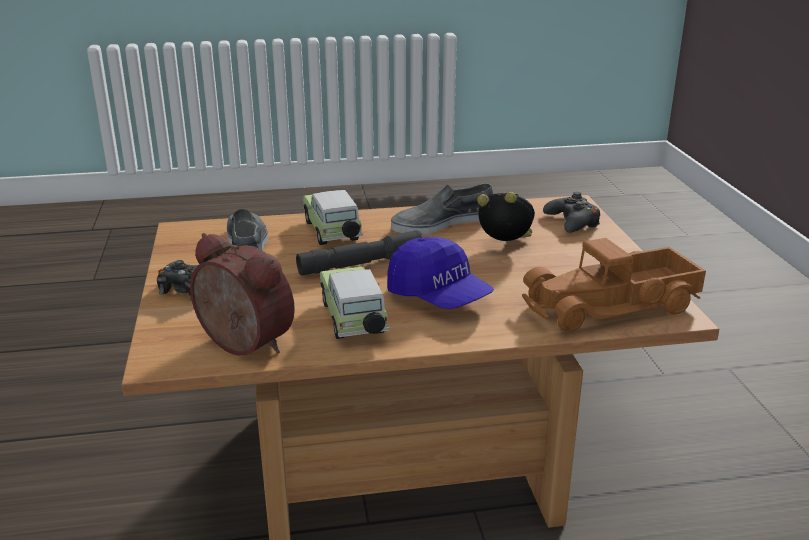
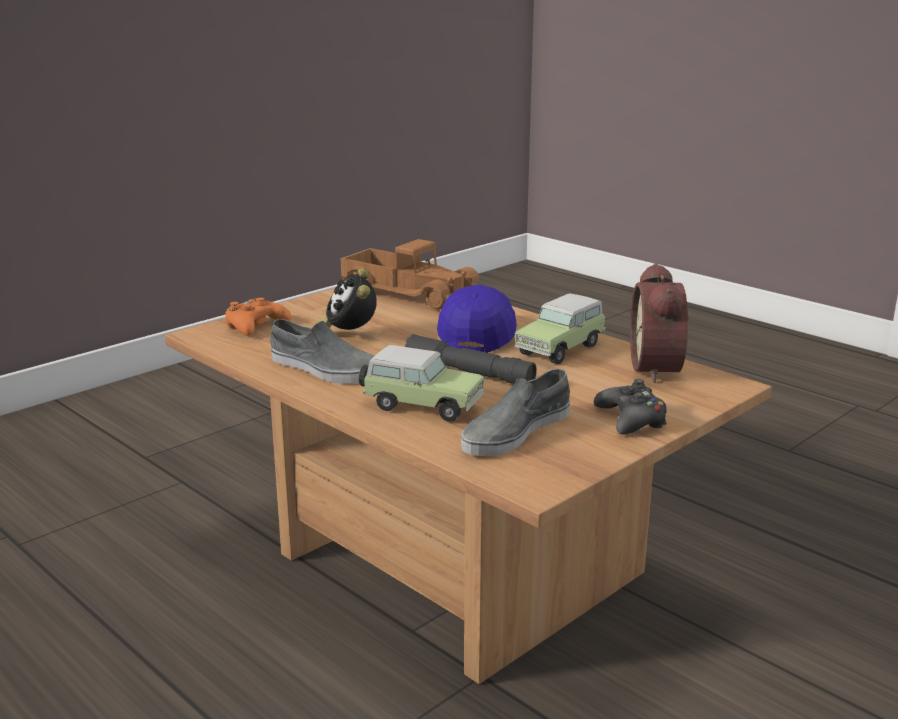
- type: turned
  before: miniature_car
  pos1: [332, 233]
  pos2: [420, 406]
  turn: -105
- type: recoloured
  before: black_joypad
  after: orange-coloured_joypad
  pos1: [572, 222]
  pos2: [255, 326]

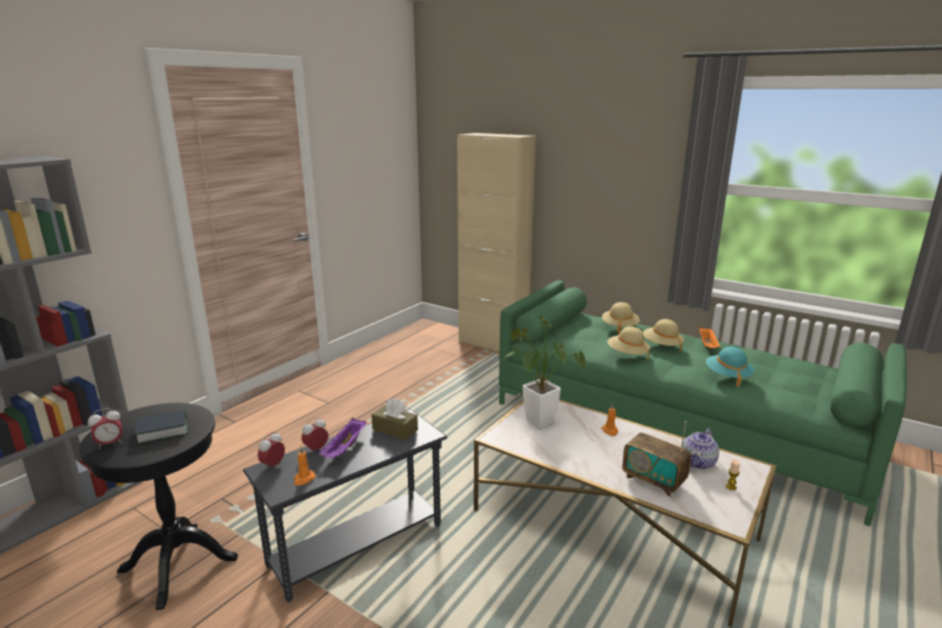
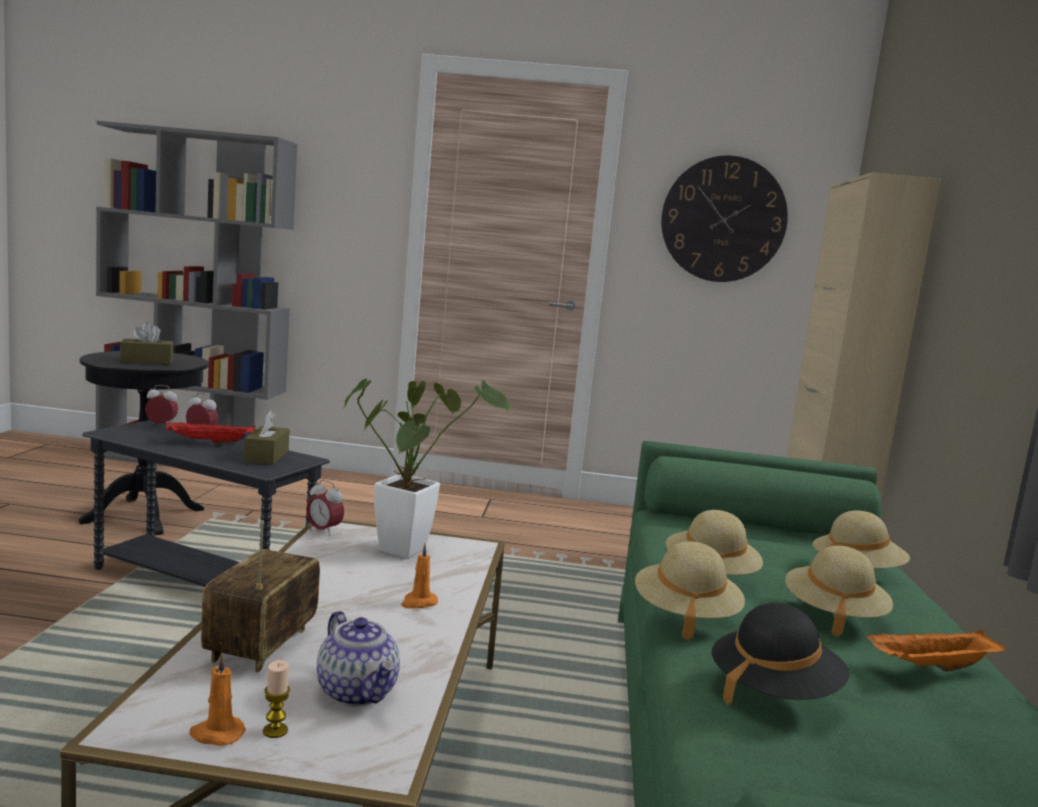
- type: recoloured
  before: blue-green_hat
  after: black_hat
  pos1: [727, 376]
  pos2: [773, 691]
- type: moved
  before: bedside_clock
  pos1: [110, 444]
  pos2: [323, 531]
- type: replaced
  before: volume
  after: brownish_tissue_holder
  pos1: [163, 431]
  pos2: [147, 361]
- type: recoloured
  before: purplish_tray
  after: red-coloured_tray
  pos1: [345, 449]
  pos2: [208, 443]
- type: turned
  before: teapot
  pos1: [698, 462]
  pos2: [358, 692]
  turn: -135
- type: moved
  before: orange-coloured_candle
  pos1: [303, 479]
  pos2: [216, 734]
- type: added
  after: wall_clock
  pos2: [723, 219]
- type: added
  after: beige-coloured_hat
  pos2: [684, 615]

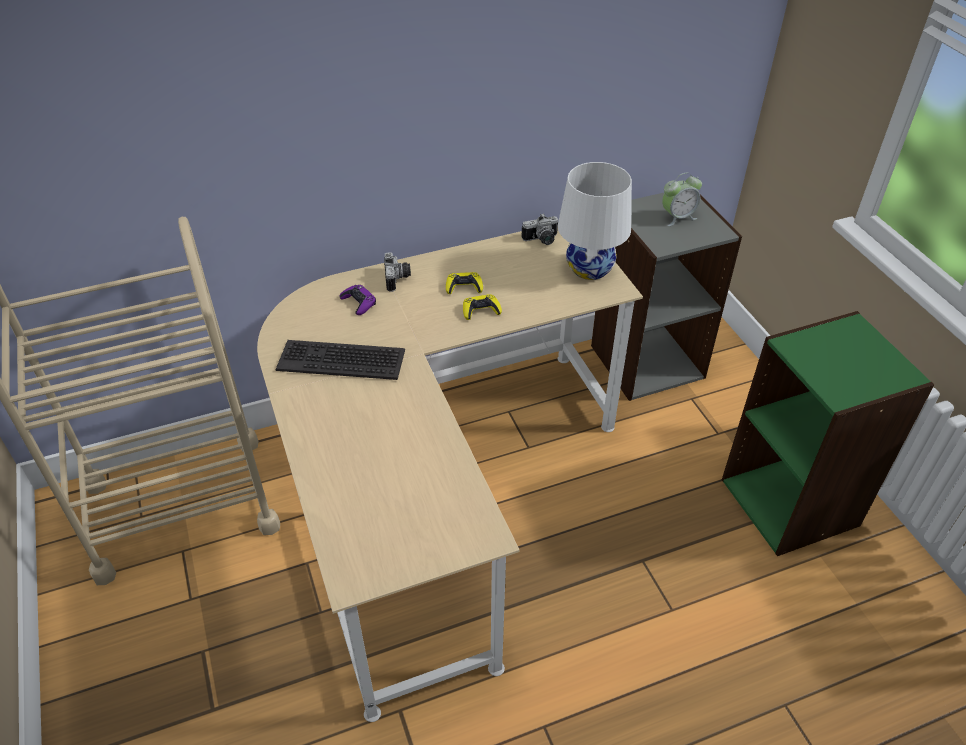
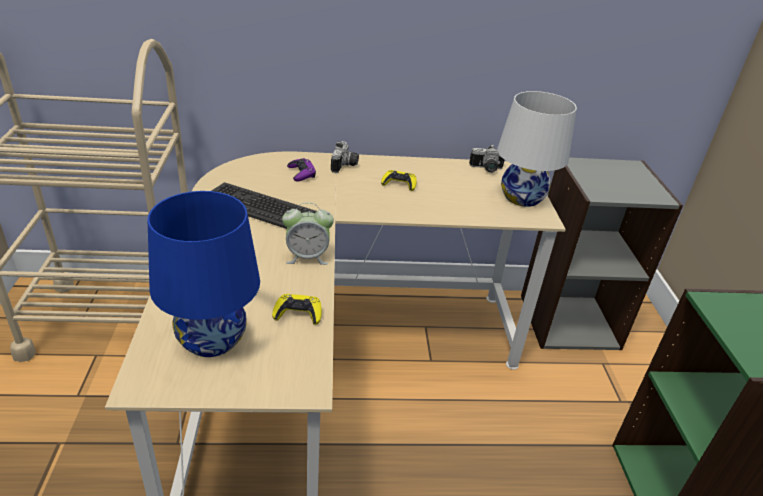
- type: moved
  before: bedside_clock
  pos1: [677, 217]
  pos2: [307, 257]
- type: moved
  before: yellow_joypad
  pos1: [481, 310]
  pos2: [298, 313]
- type: added
  after: bluish_table_lamp
  pos2: [211, 339]

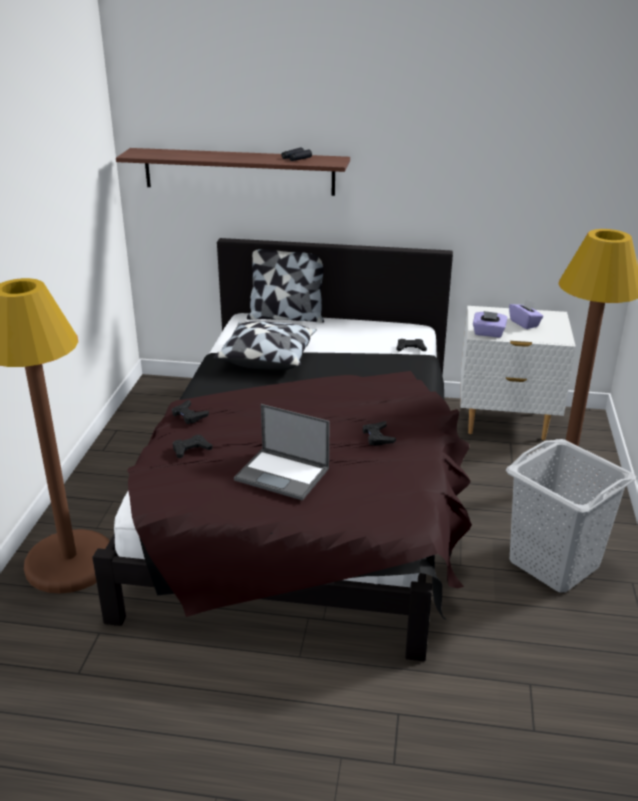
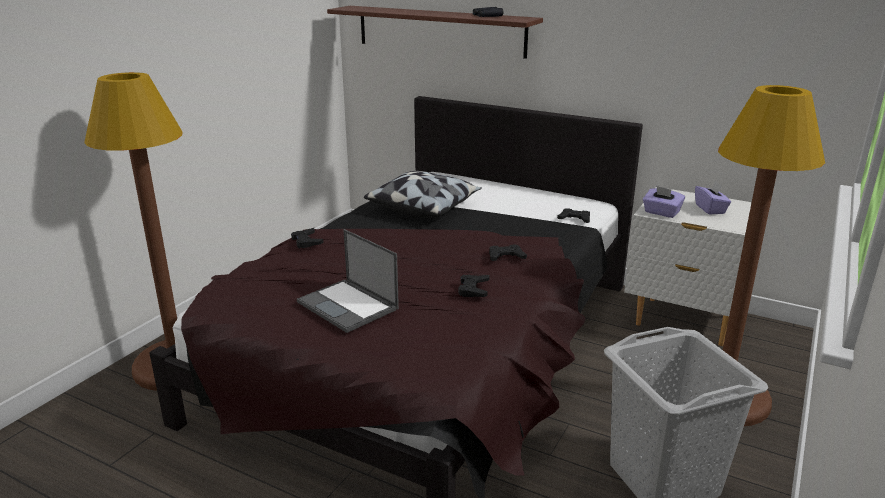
- type: removed
  before: cushion
  pos1: [286, 317]
- type: moved
  before: black_joypad
  pos1: [191, 449]
  pos2: [506, 257]

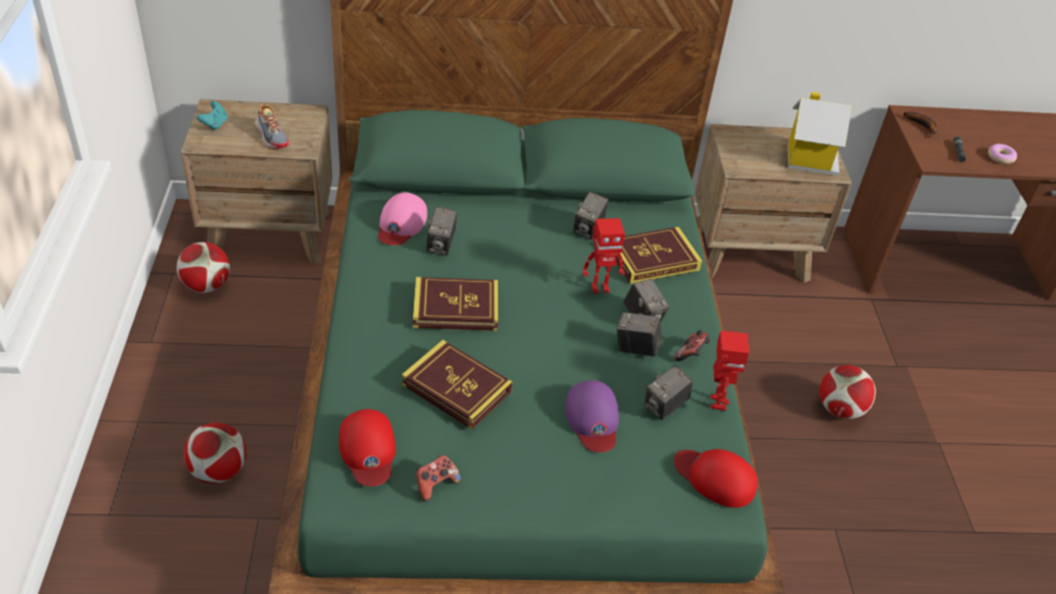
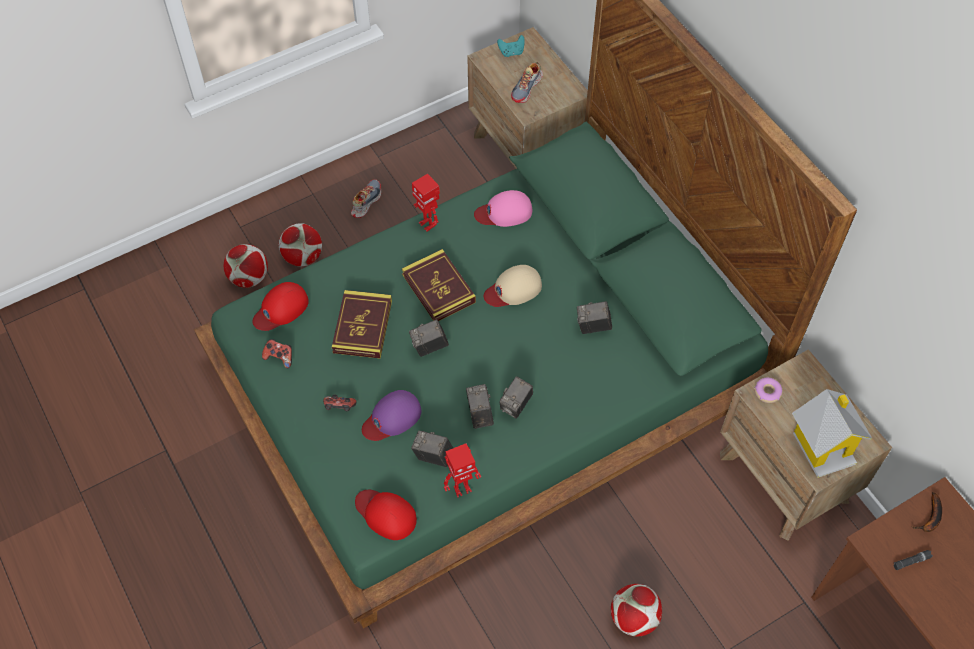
- type: moved
  before: donut
  pos1: [1000, 157]
  pos2: [767, 392]
- type: moved
  before: photo_camera
  pos1: [441, 245]
  pos2: [429, 347]
- type: moved
  before: toy_robot
  pos1: [600, 288]
  pos2: [427, 224]
- type: removed
  before: volume
  pos1: [653, 259]
- type: moved
  before: football_ball
  pos1: [206, 286]
  pos2: [249, 278]
- type: moved
  before: joypad
  pos1: [691, 354]
  pos2: [340, 408]
- type: turned
  before: red-coloured_peaked_cap
  pos1: [715, 478]
  pos2: [386, 514]
  turn: -60
- type: added
  after: low_shoe
  pos2: [366, 201]
- type: added
  after: beige-coloured_peaked_cap
  pos2: [513, 289]

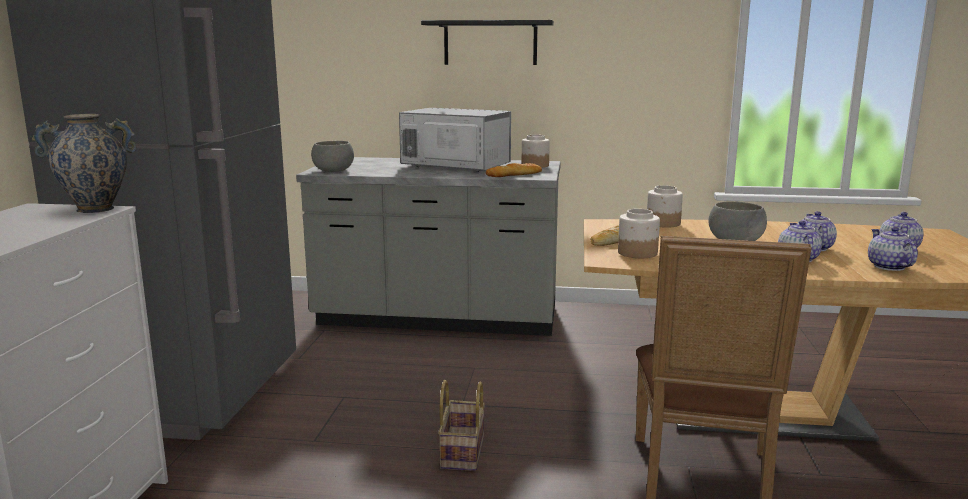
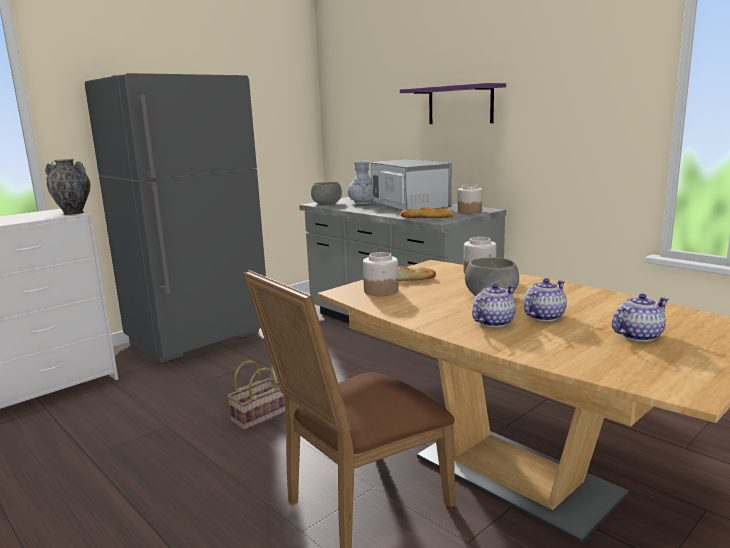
- type: recoloured
  before: black_wall_shelf
  after: purplish_wall_shelf
  pos1: [490, 43]
  pos2: [460, 105]
- type: removed
  before: teapot
  pos1: [889, 267]
- type: added
  after: flower_vase
  pos2: [363, 202]

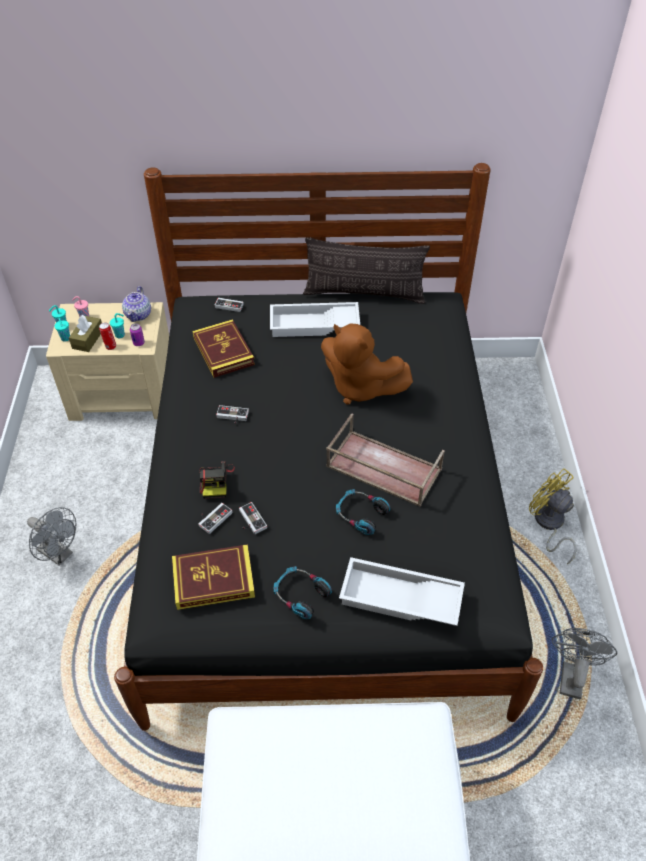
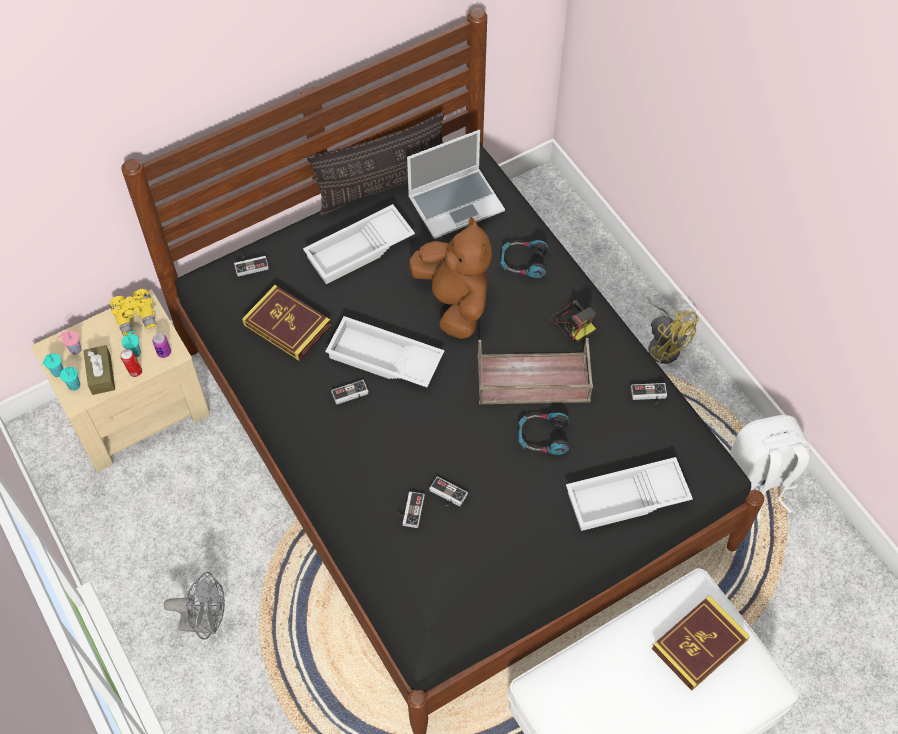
- type: replaced
  before: teapot
  after: yellow_pair_of_binoculars
  pos1: [138, 314]
  pos2: [136, 317]
- type: turned
  before: brownish_soft_toy
  pos1: [360, 387]
  pos2: [454, 302]
  turn: -120
- type: moved
  before: photo_camera
  pos1: [216, 481]
  pos2: [573, 322]
- type: turned
  before: yellow_fan
  pos1: [549, 524]
  pos2: [664, 344]
  turn: -150
- type: moved
  before: volume
  pos1: [213, 579]
  pos2: [699, 644]
- type: moved
  before: headphones
  pos1: [301, 595]
  pos2: [523, 262]
- type: replaced
  before: grey_fan
  after: whitish_rucksack
  pos1: [571, 675]
  pos2: [759, 481]
- type: added
  after: laptop
  pos2: [456, 203]
- type: added
  after: whitish_tray
  pos2: [383, 359]
- type: added
  after: joypad
  pos2: [648, 396]

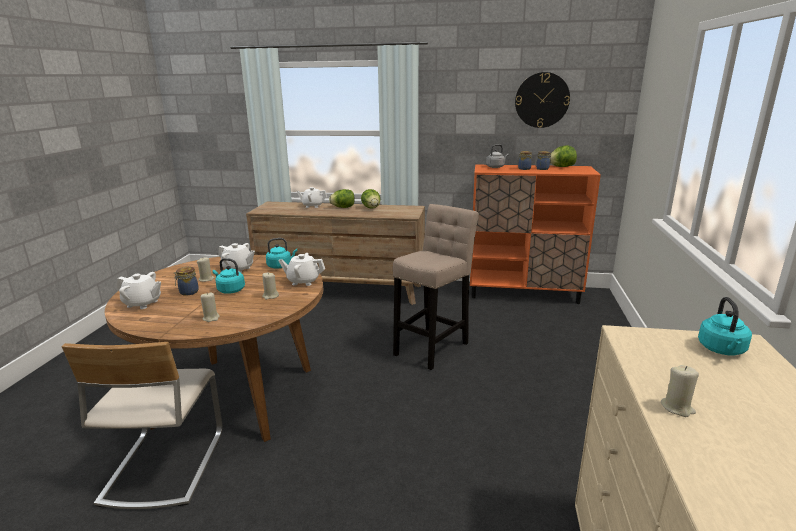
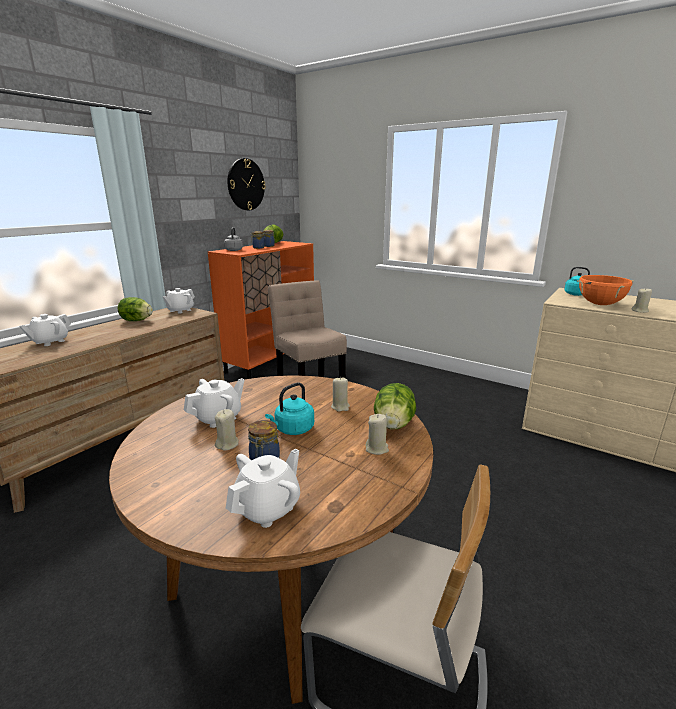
- type: moved
  before: head_of_lettuce
  pos1: [343, 207]
  pos2: [393, 425]
- type: removed
  before: blue-green_kettle
  pos1: [280, 266]
- type: moved
  before: whitish_teapot
  pos1: [303, 281]
  pos2: [180, 310]
- type: added
  after: orange-coloured_stockpot
  pos2: [600, 304]

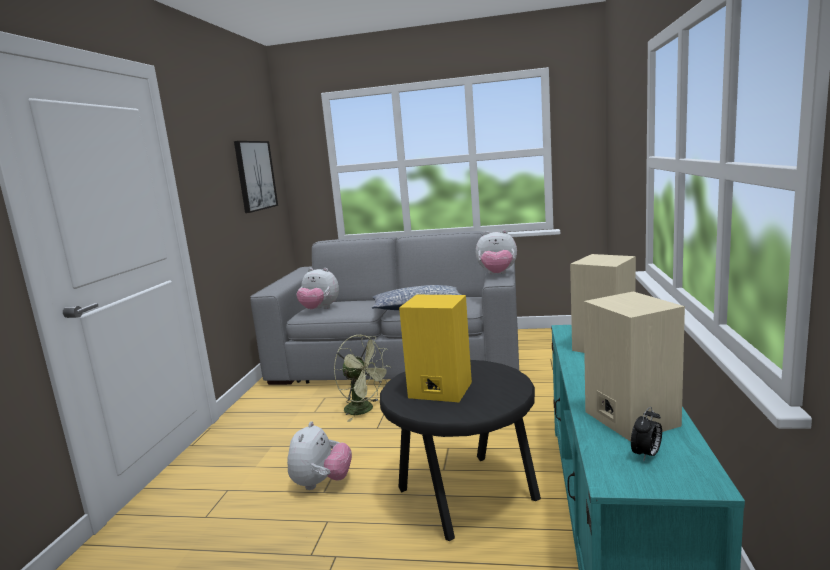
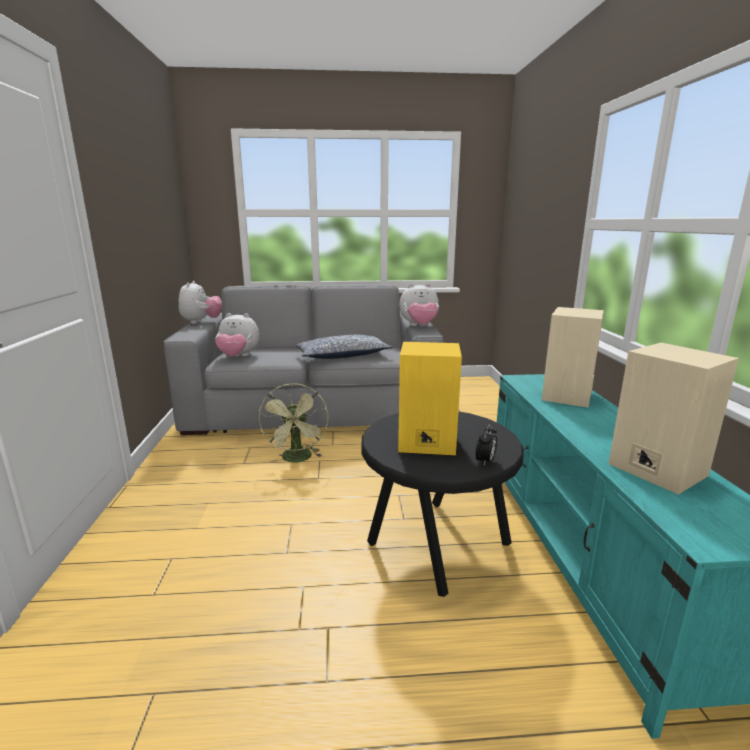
- type: removed
  before: wall_art
  pos1: [255, 175]
- type: turned
  before: greenish_fan
  pos1: [364, 410]
  pos2: [298, 459]
  turn: 60
- type: moved
  before: bedside_clock
  pos1: [646, 455]
  pos2: [485, 461]
- type: moved
  before: soft_toy
  pos1: [321, 483]
  pos2: [201, 322]

